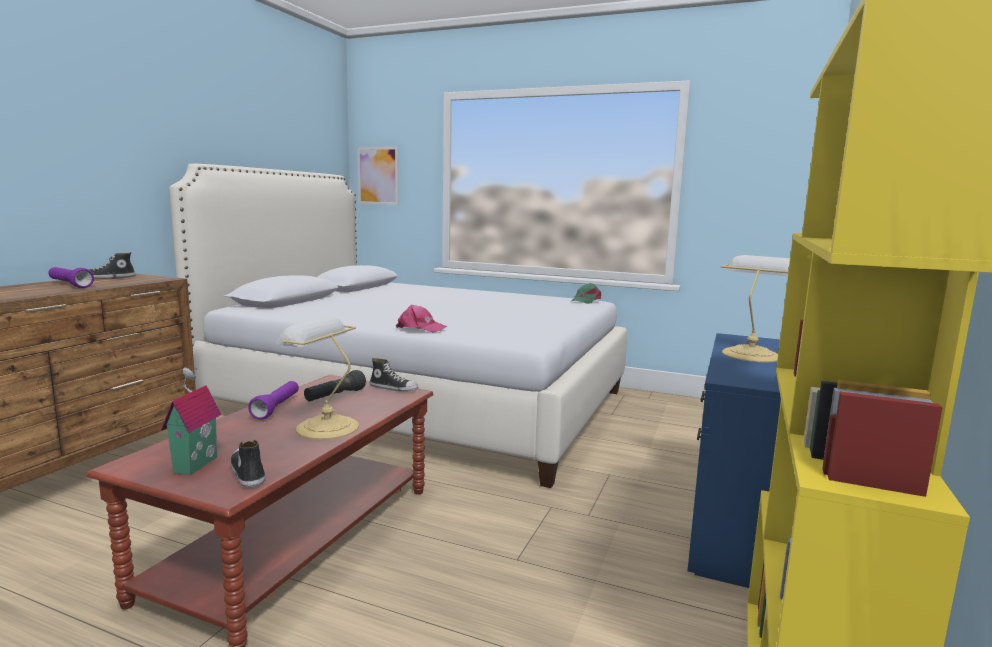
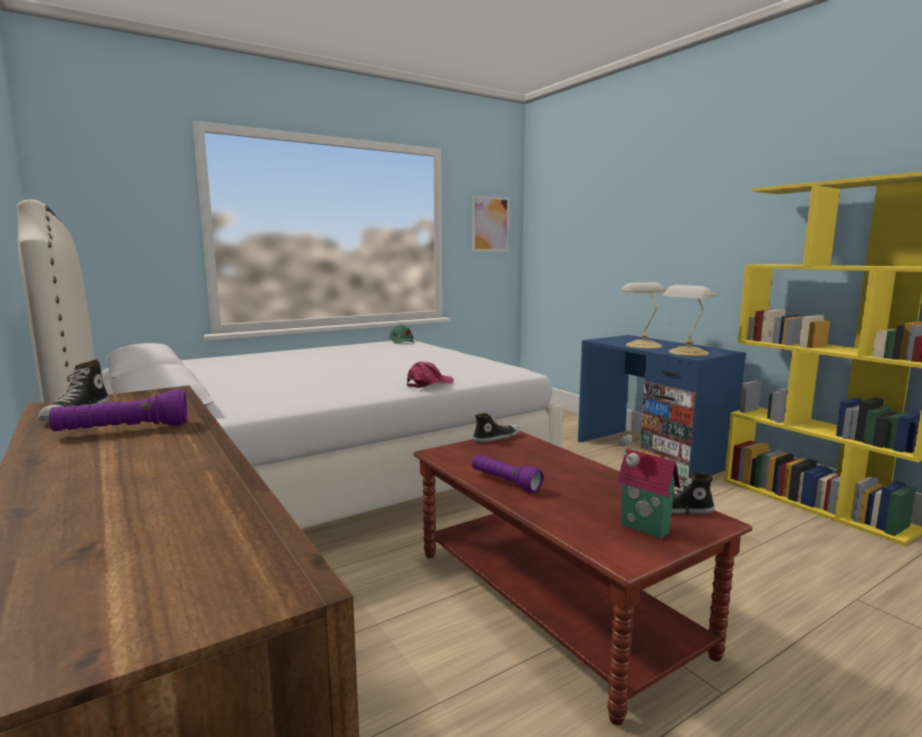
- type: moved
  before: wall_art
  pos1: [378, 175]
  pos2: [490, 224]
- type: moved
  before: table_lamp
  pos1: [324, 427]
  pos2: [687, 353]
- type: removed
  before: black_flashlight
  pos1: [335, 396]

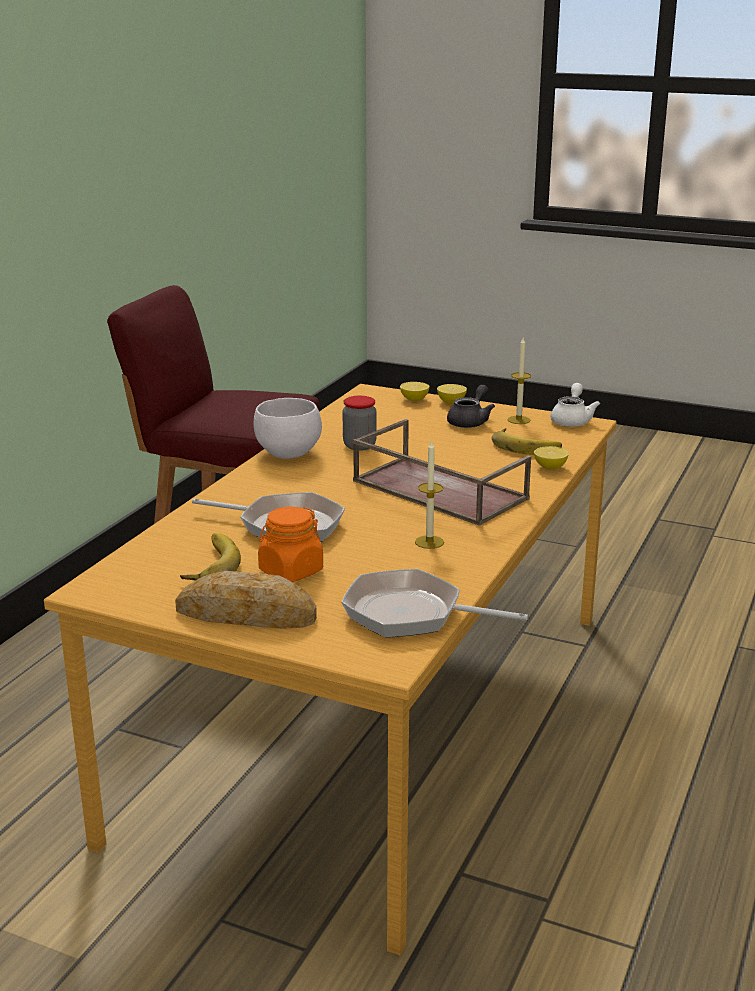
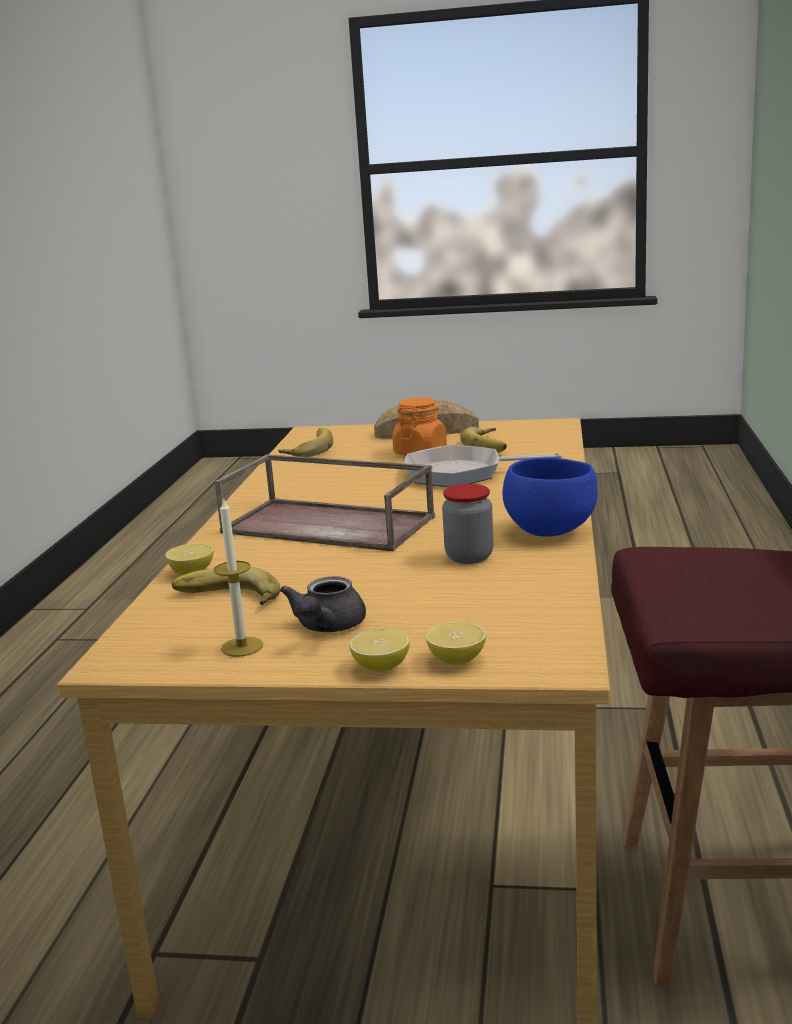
- type: removed
  before: whitish_teapot
  pos1: [572, 420]
- type: recoloured
  before: whitish_bowl
  after: bluish_bowl
  pos1: [287, 454]
  pos2: [551, 531]
- type: removed
  before: candle
  pos1: [429, 542]
- type: replaced
  before: pan
  after: whole_banana
  pos1: [411, 614]
  pos2: [308, 448]

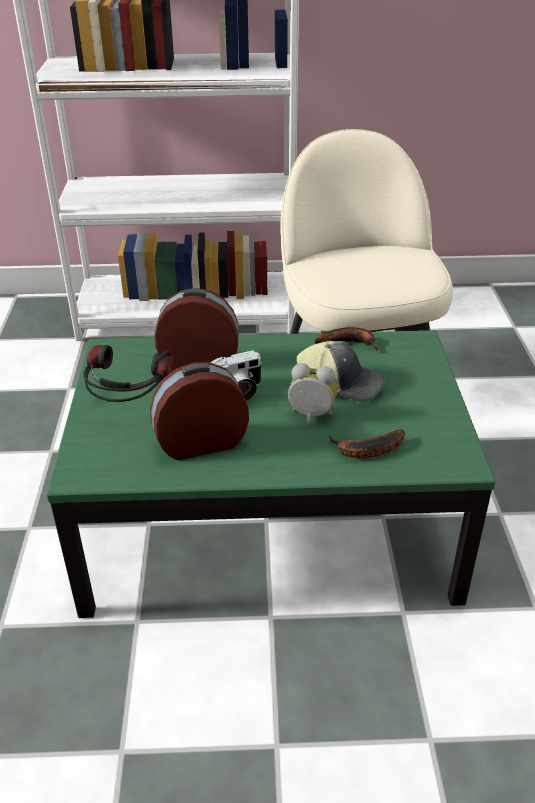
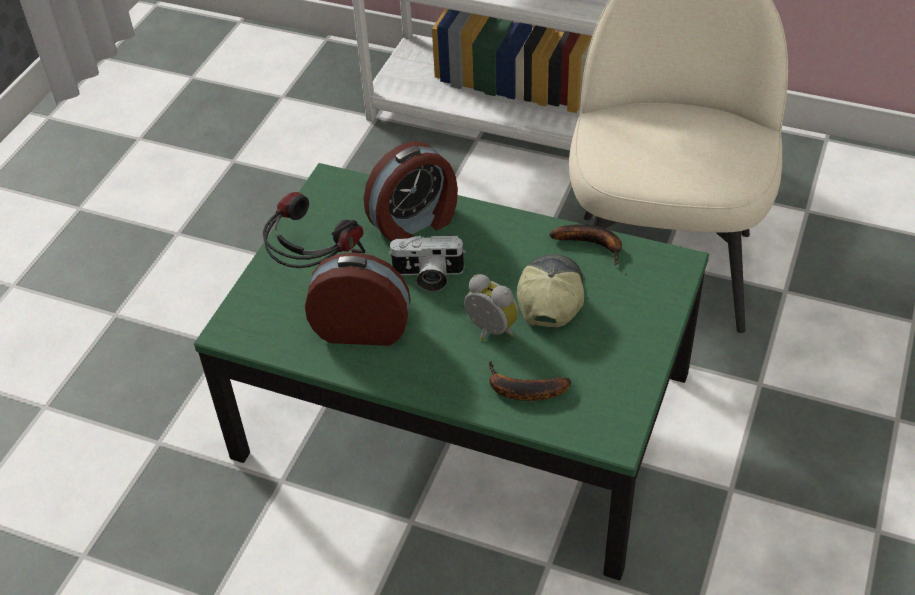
- type: turned
  before: bedside_clock
  pos1: [199, 361]
  pos2: [415, 224]
  turn: 120
- type: turned
  before: peaked_cap
  pos1: [341, 383]
  pos2: [549, 297]
  turn: -120

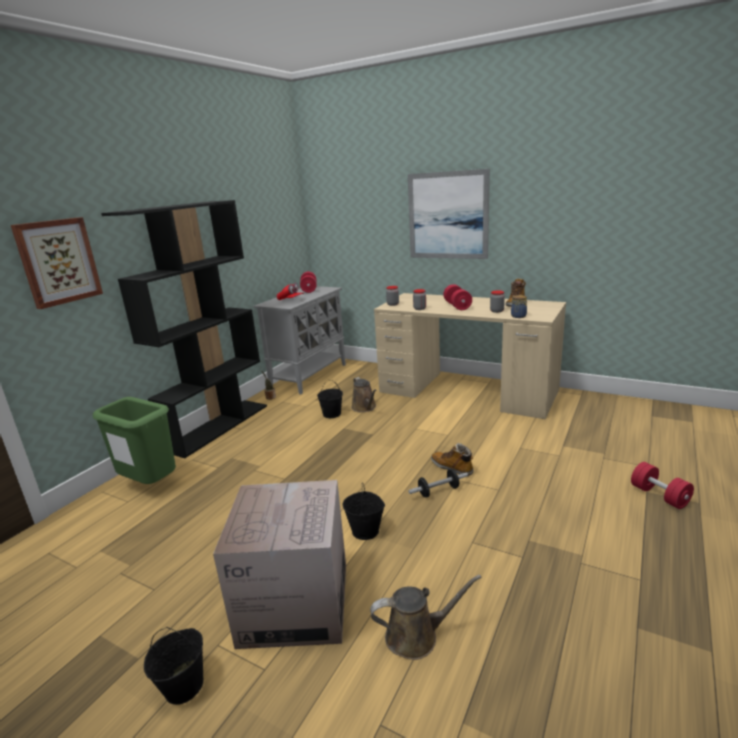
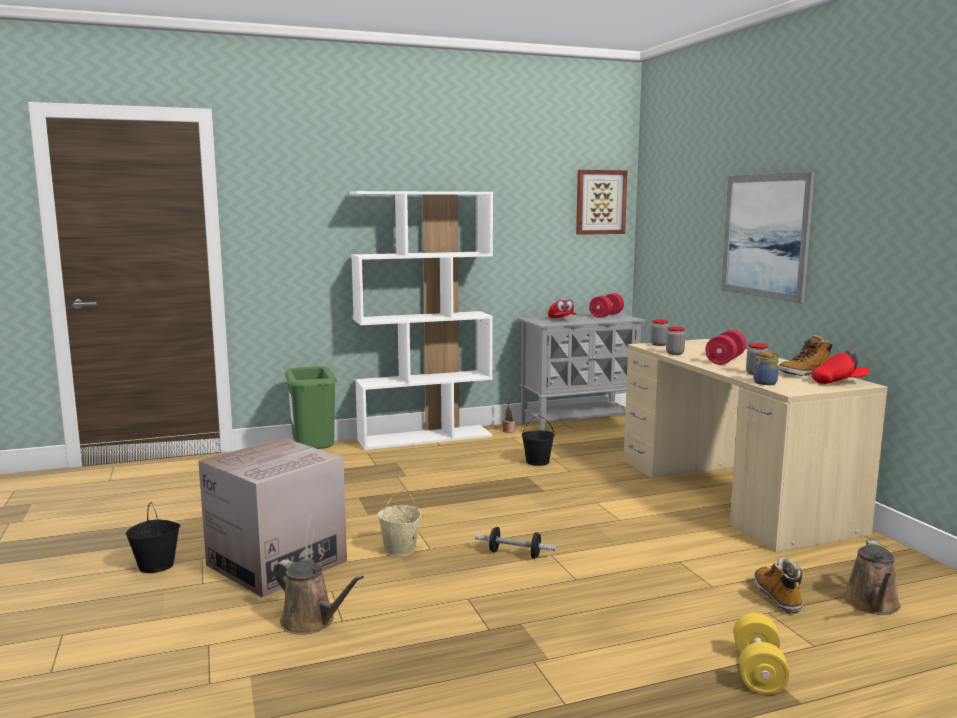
- type: recoloured
  before: black_shelving_unit
  after: whitish_shelving_unit
  pos1: [217, 426]
  pos2: [425, 437]
- type: moved
  before: wall_art
  pos1: [58, 262]
  pos2: [600, 202]
- type: moved
  before: brownish_watering_pot
  pos1: [365, 407]
  pos2: [872, 605]
- type: moved
  before: boot
  pos1: [452, 468]
  pos2: [777, 597]
- type: recoloured
  before: red-coloured_free_weight
  after: yellow_free_weight
  pos1: [659, 496]
  pos2: [758, 671]
- type: recoloured
  before: black_water_bucket
  after: beige-coloured_water_bucket
  pos1: [366, 531]
  pos2: [400, 550]
- type: added
  after: red-coloured_peaked_cap
  pos2: [839, 382]

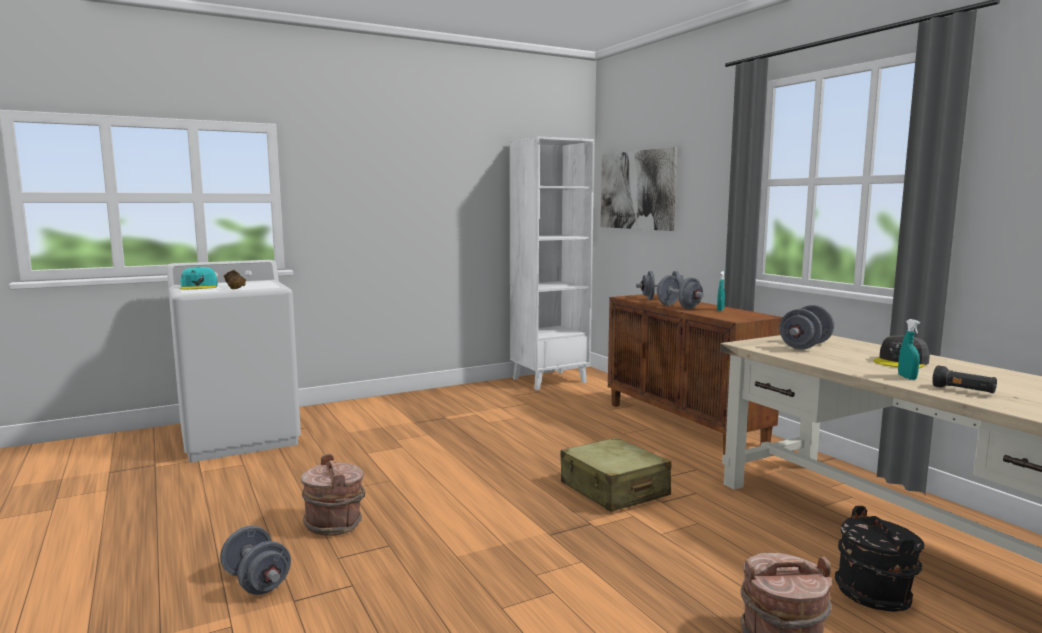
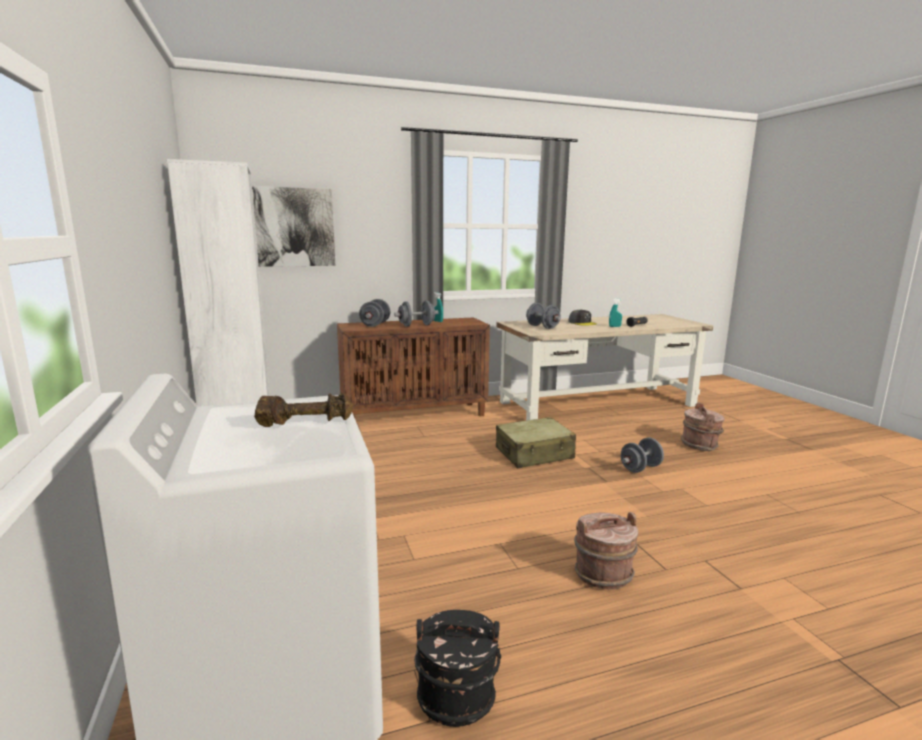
- type: removed
  before: blue-green_peaked_cap
  pos1: [199, 287]
- type: moved
  before: black_water_bucket
  pos1: [874, 594]
  pos2: [456, 696]
- type: moved
  before: grey_free_weight
  pos1: [257, 582]
  pos2: [640, 468]

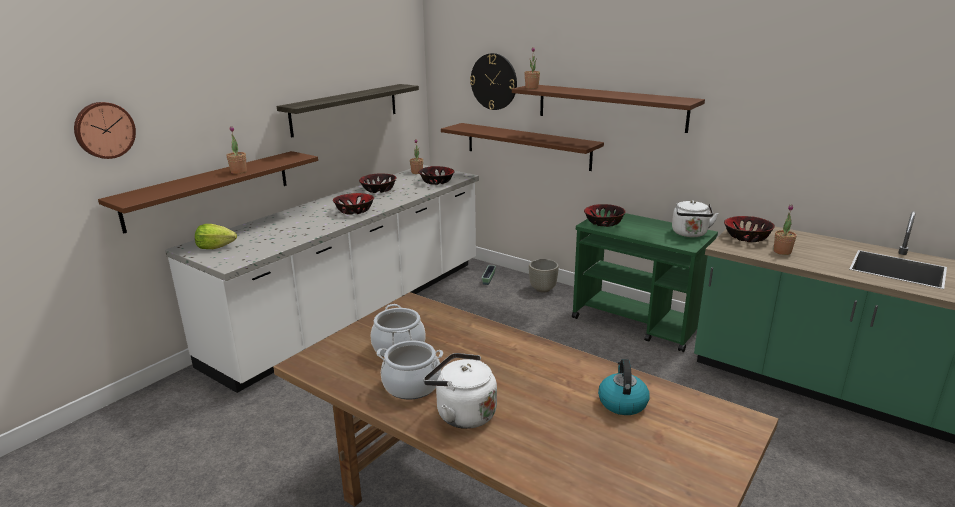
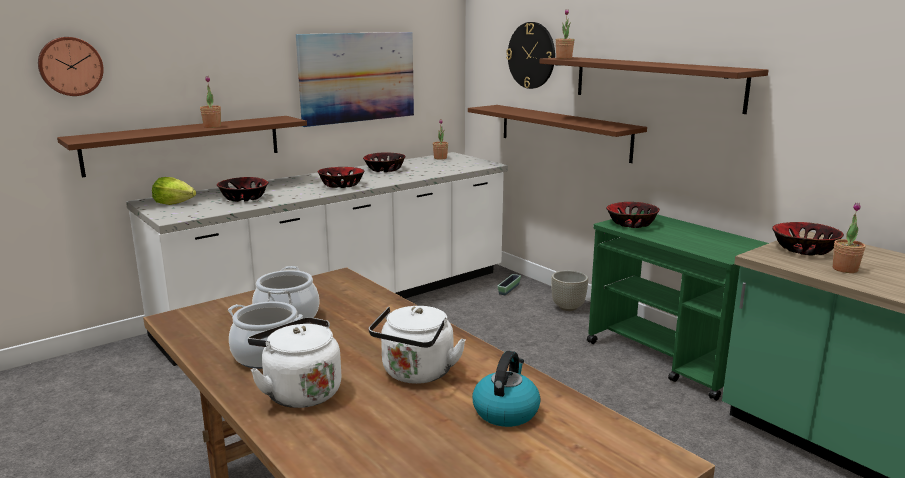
- type: replaced
  before: wall_shelf
  after: wall_art
  pos1: [345, 109]
  pos2: [357, 77]
- type: moved
  before: bowl
  pos1: [437, 182]
  pos2: [244, 198]
- type: moved
  before: whitish_kettle
  pos1: [690, 234]
  pos2: [416, 374]

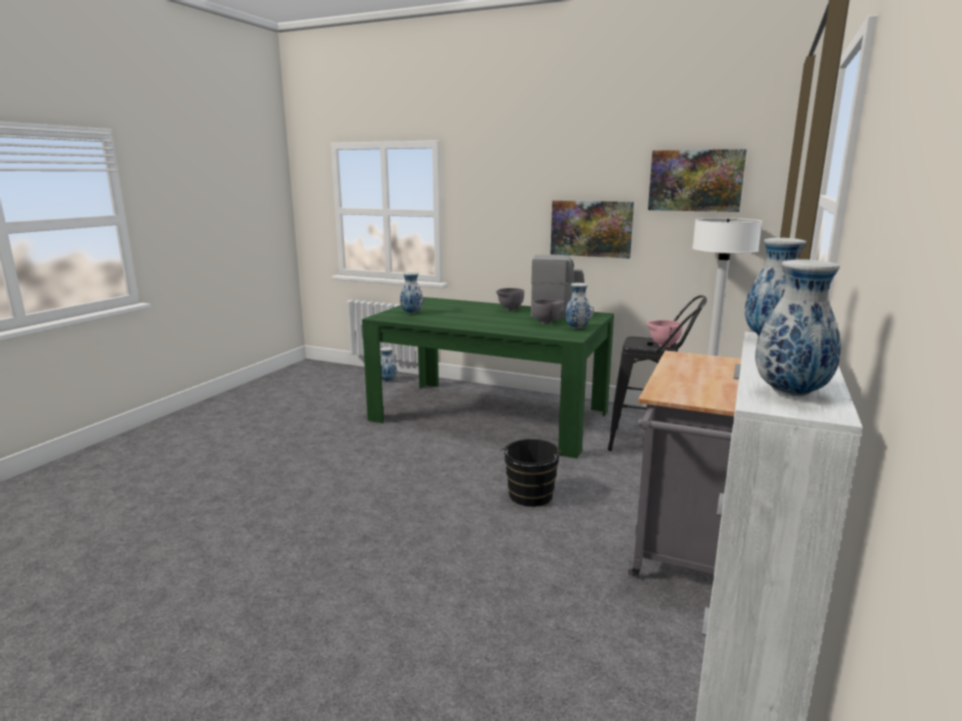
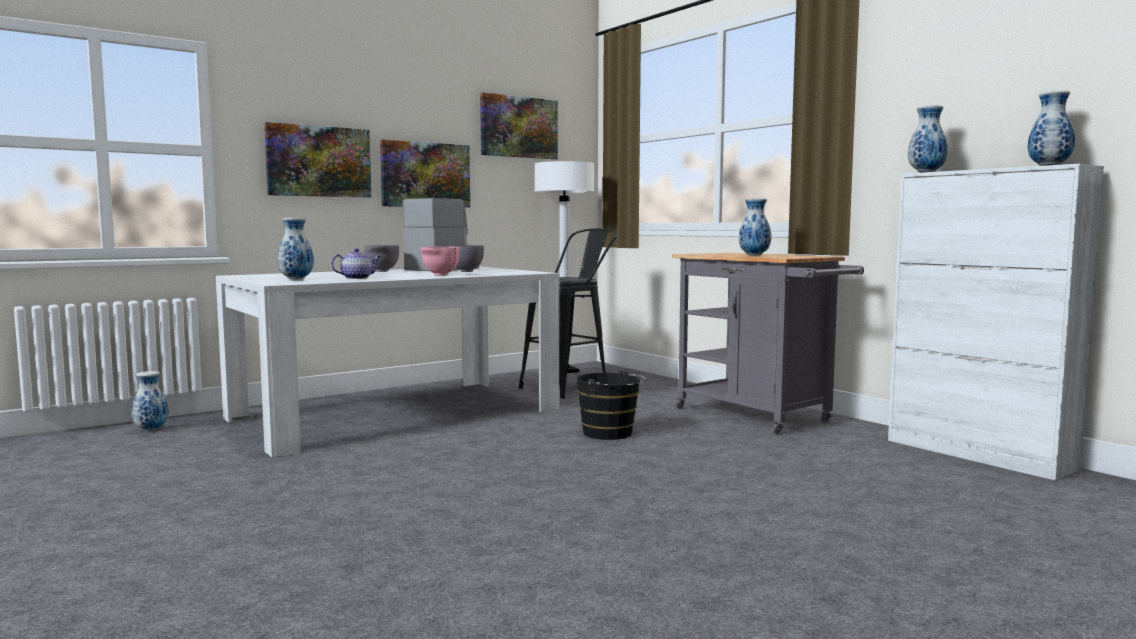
- type: moved
  before: flower_vase
  pos1: [576, 328]
  pos2: [754, 255]
- type: recoloured
  before: greenish_kitchen_table
  after: whitish_kitchen_table
  pos1: [490, 416]
  pos2: [395, 413]
- type: moved
  before: pinkish_bowl
  pos1: [662, 346]
  pos2: [439, 275]
- type: added
  after: wall_art
  pos2: [318, 161]
- type: added
  after: teapot
  pos2: [357, 278]

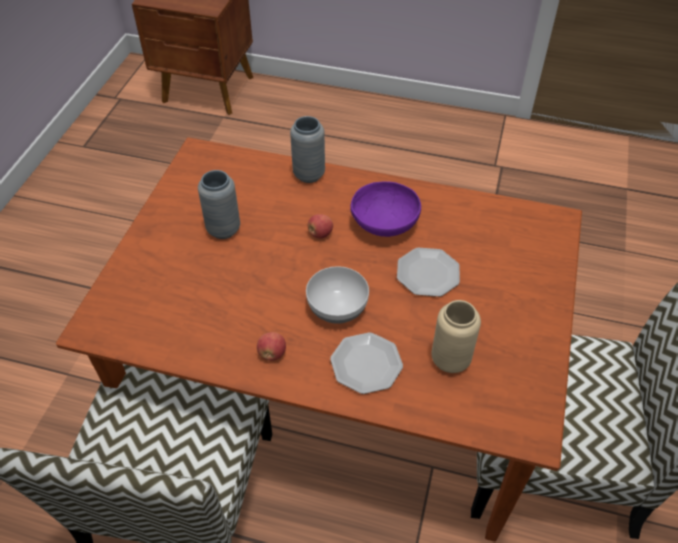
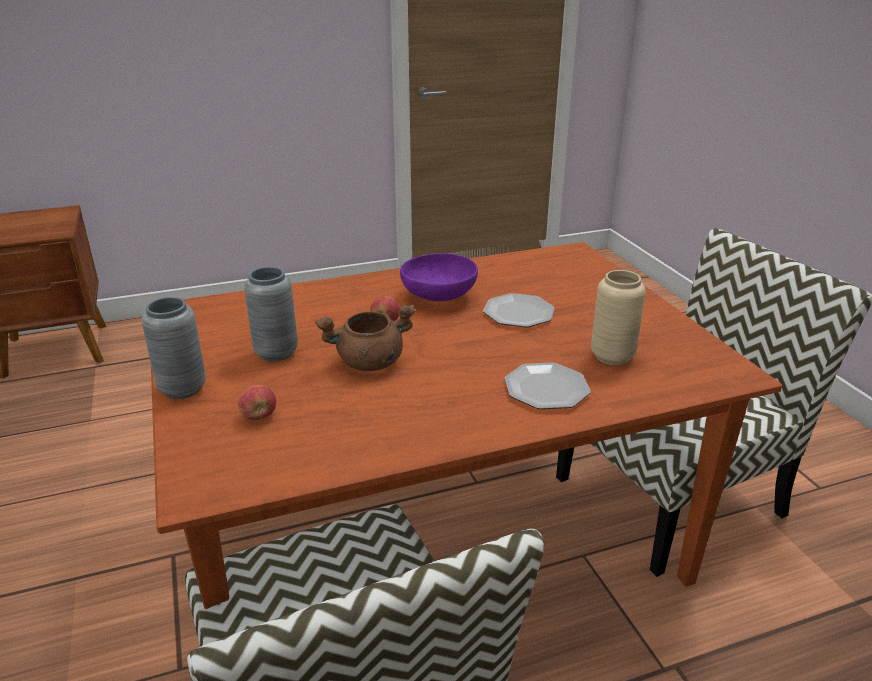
- type: moved
  before: grey_flower_vase
  pos1: [309, 174]
  pos2: [182, 389]
- type: removed
  before: bowl
  pos1: [338, 307]
- type: moved
  before: apple_fruit
  pos1: [272, 353]
  pos2: [259, 416]
- type: added
  after: brownish_stockpot
  pos2: [369, 363]

